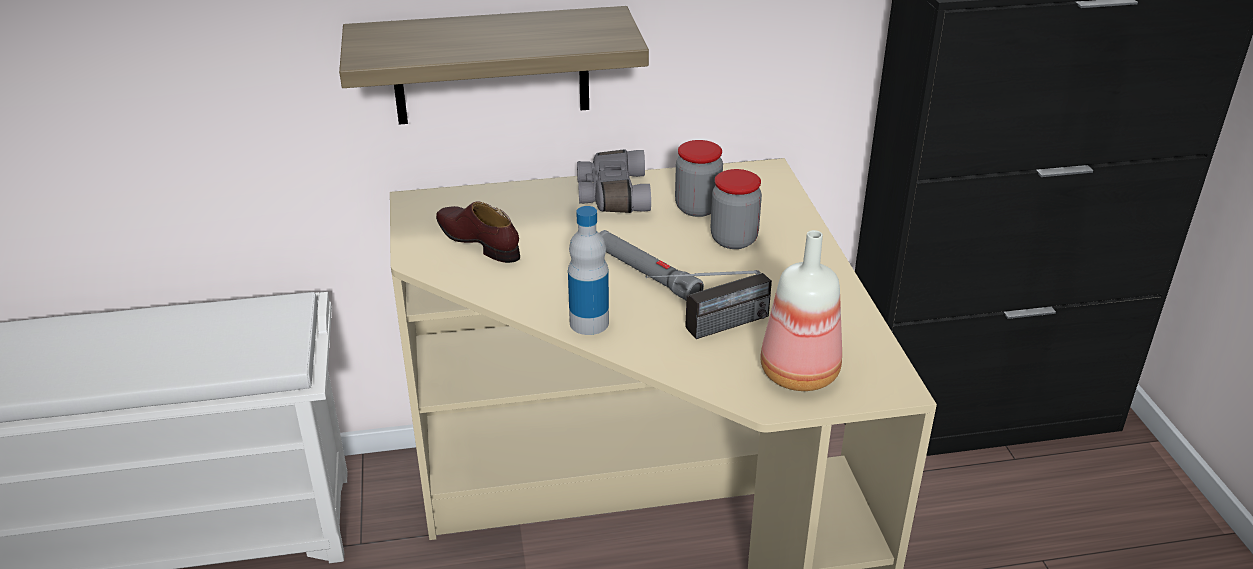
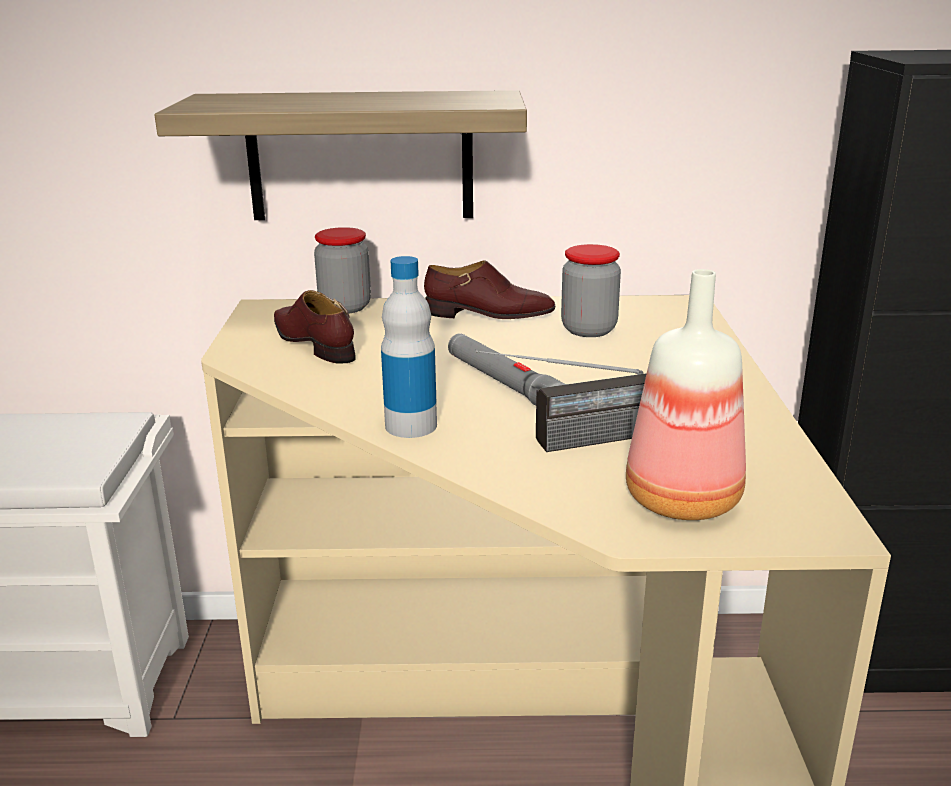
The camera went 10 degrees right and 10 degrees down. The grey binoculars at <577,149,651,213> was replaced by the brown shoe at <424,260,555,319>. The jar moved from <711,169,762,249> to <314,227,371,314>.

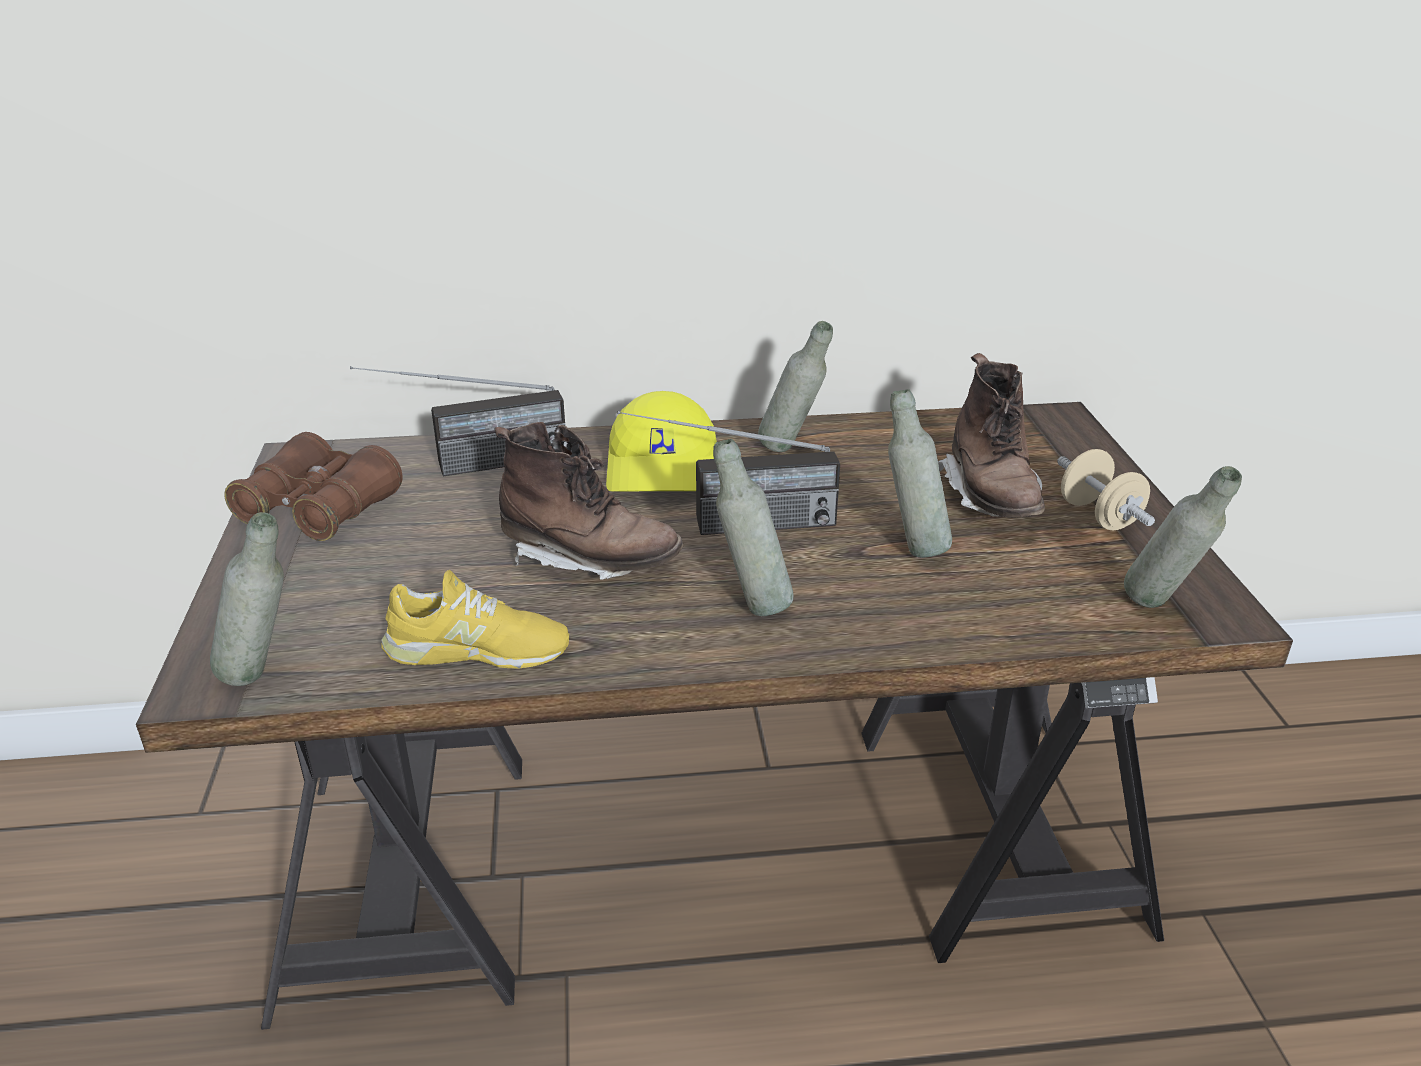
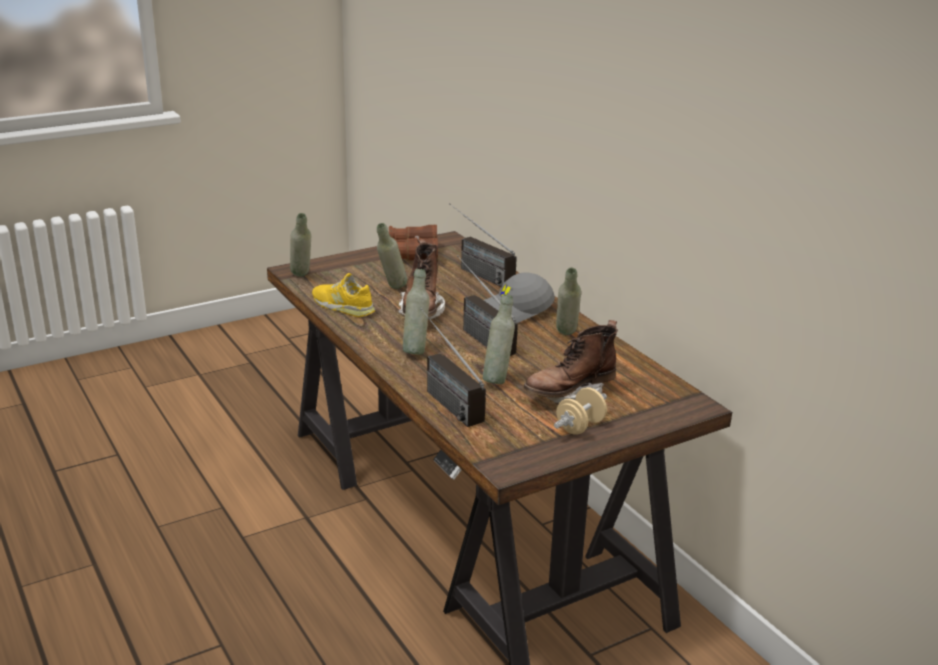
The camera went 65 degrees right and 5 degrees down. The yellow cap at <606,391,717,492> became the grey cap at <484,272,555,323>. The grey bottle moved from <1124,466,1242,608> to <377,223,407,289>. The yellow shoe at <381,570,569,668> turned 150 degrees clockwise. The radio at <421,308,486,427> appeared.

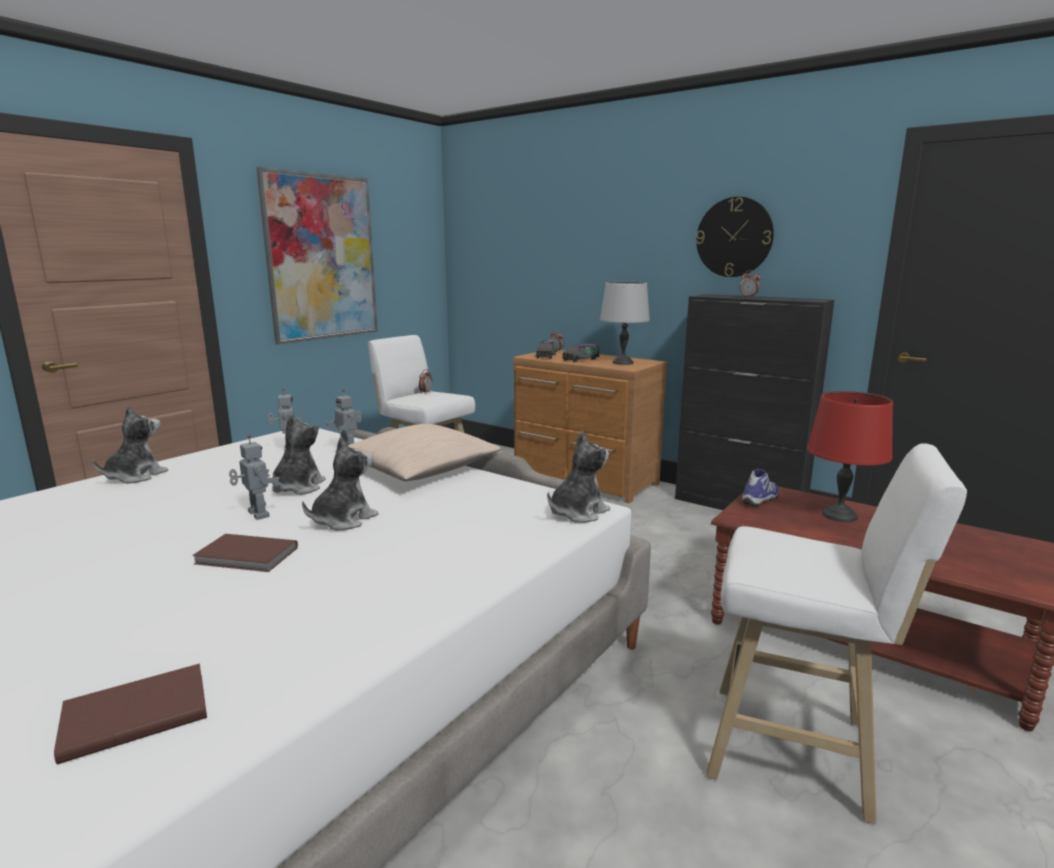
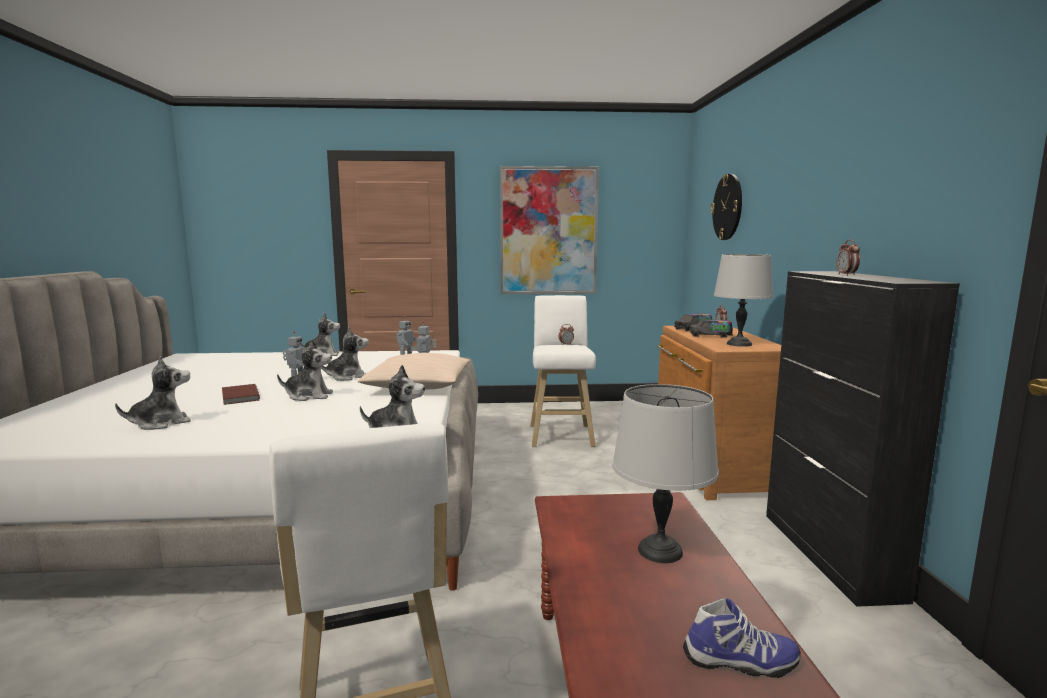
The camera went 50 degrees right and 5 degrees down. The wall clock moved from <696,197,774,277> to <711,174,742,240>. The red table lamp at <807,391,893,522> became the grey table lamp at <612,384,719,563>. The shoe moved from <742,469,779,507> to <683,598,801,678>. The brown book at <54,664,207,764> disappeared. The plush toy at <115,356,191,430> appeared.

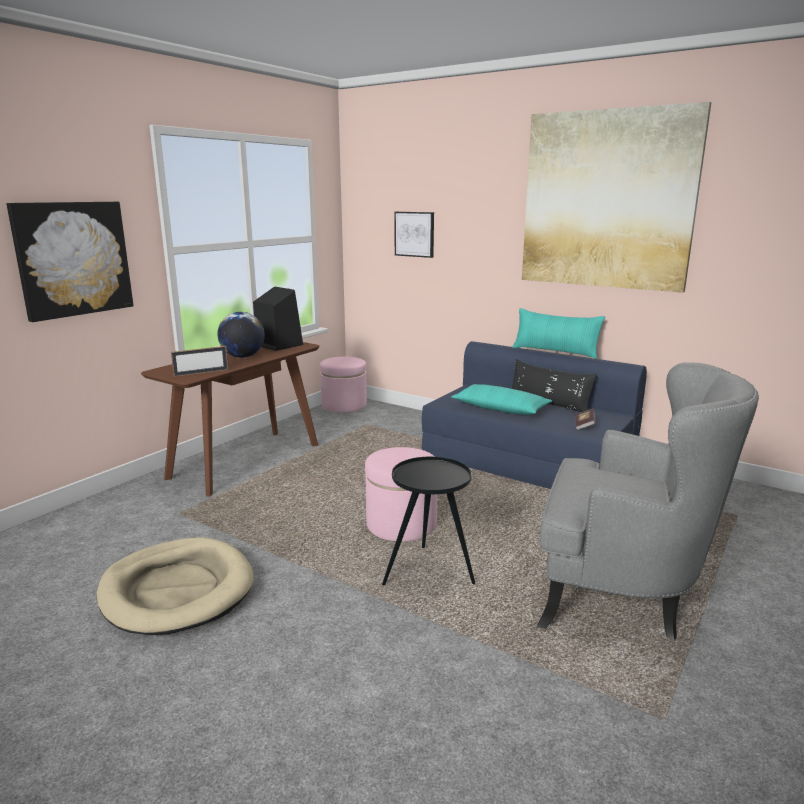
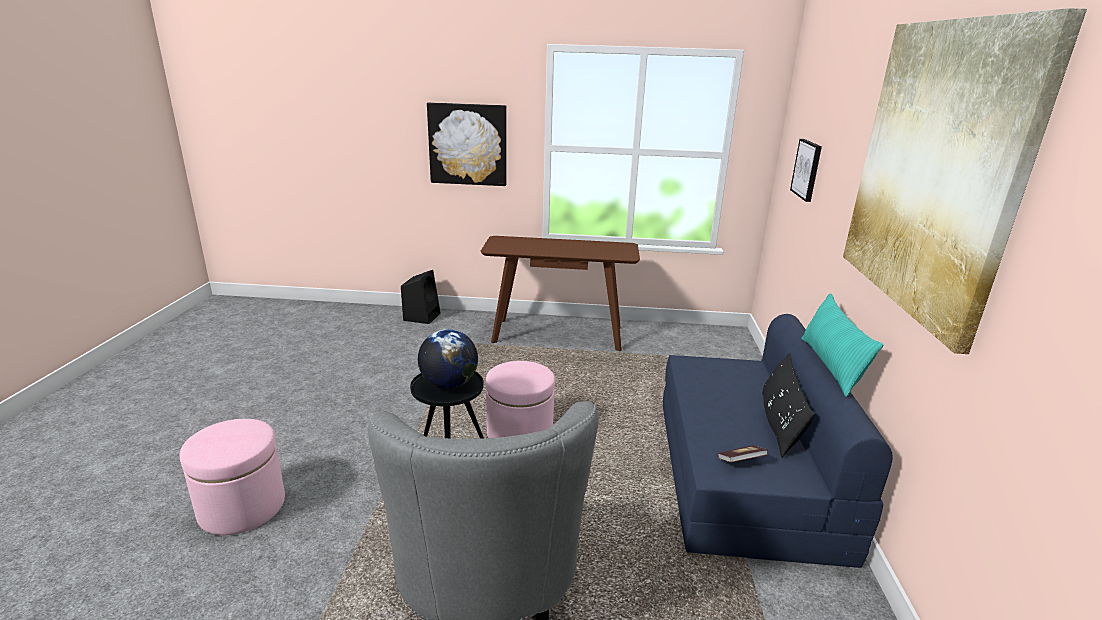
The camera went 60 degrees right and 5 degrees up. The black speaker moved from <253,286,303,351> to <401,270,441,324>. The globe moved from <217,312,265,358> to <418,329,478,389>. The picture frame at <171,346,228,377> disappeared. The pink ottoman moved from <320,357,367,412> to <180,419,285,535>. The turquoise pillow at <451,384,552,415> disappeared. The beige dog bed at <96,537,254,635> disappeared.

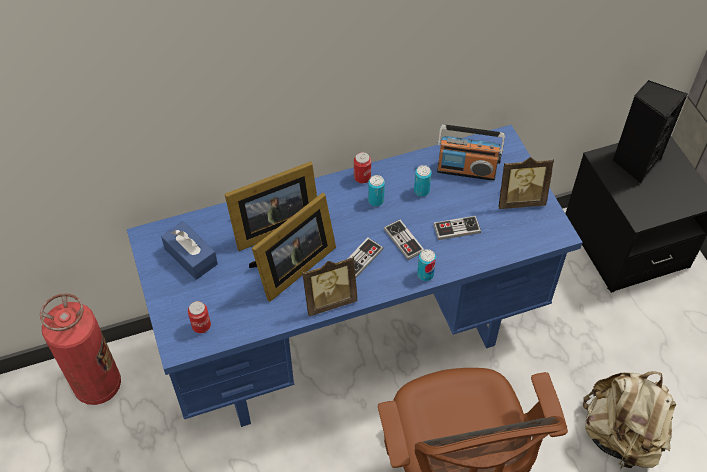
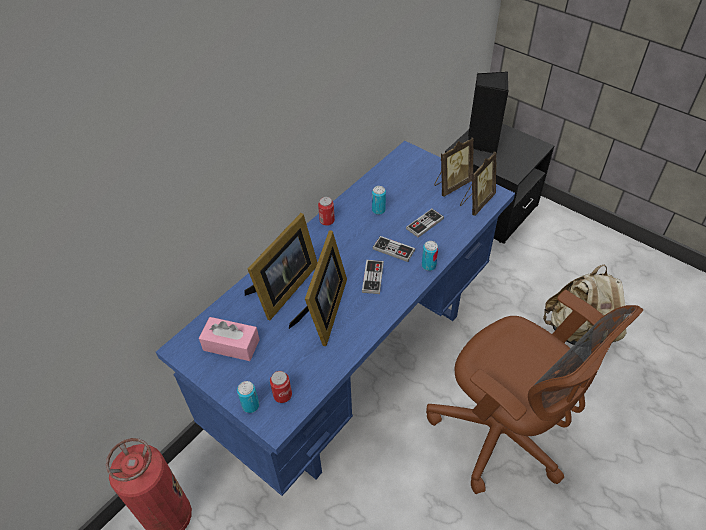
The camera went 30 degrees left and 5 degrees down. The radio at <437,124,505,181> disappeared. The can moved from <368,175,385,206> to <237,381,259,413>. The blue tissue box at <161,221,218,280> became the pink tissue box at <199,317,260,361>. The picture frame moved from <302,256,357,316> to <460,152,497,216>.

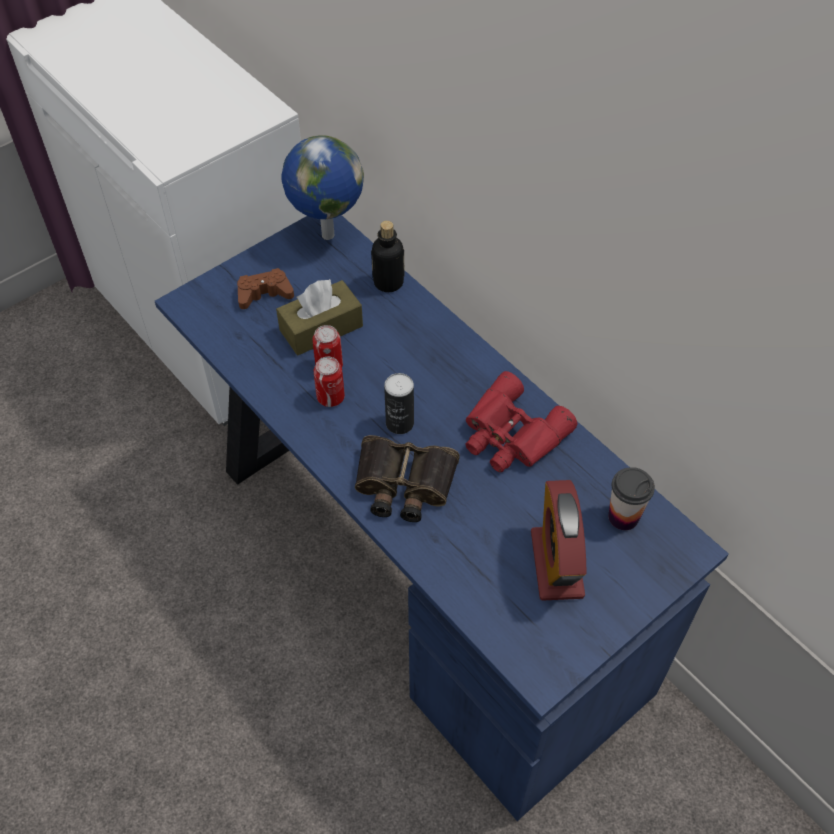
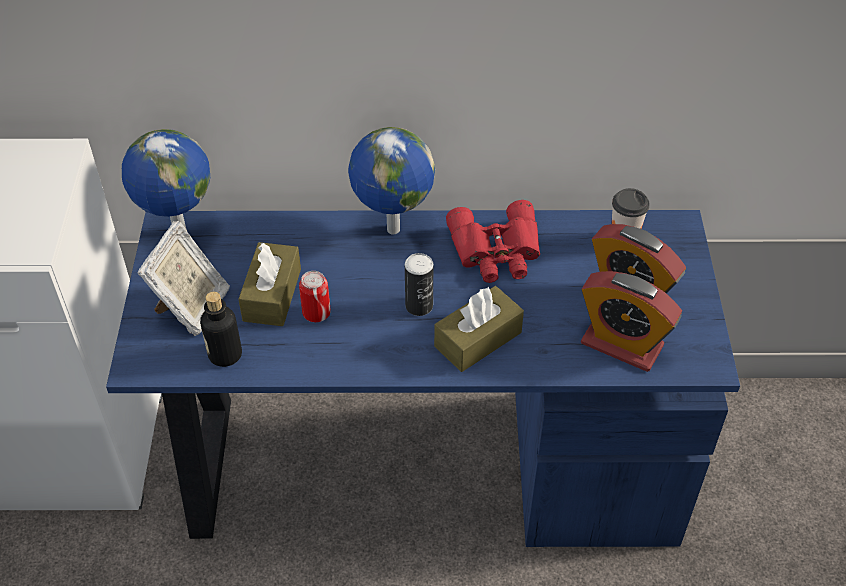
The camera went 50 degrees left and 5 degrees down. The bottle moved from <371,221,405,292> to <200,292,242,367>. The brown game controller at <237,268,294,309> was replaced by the picture frame at <137,221,230,336>. The can at <314,357,345,407> disappeared. The binoculars at <355,435,460,522> was replaced by the brown tissue box at <434,286,524,372>. The globe at <348,127,435,235> appeared. The alarm clock at <581,271,682,372> appeared.

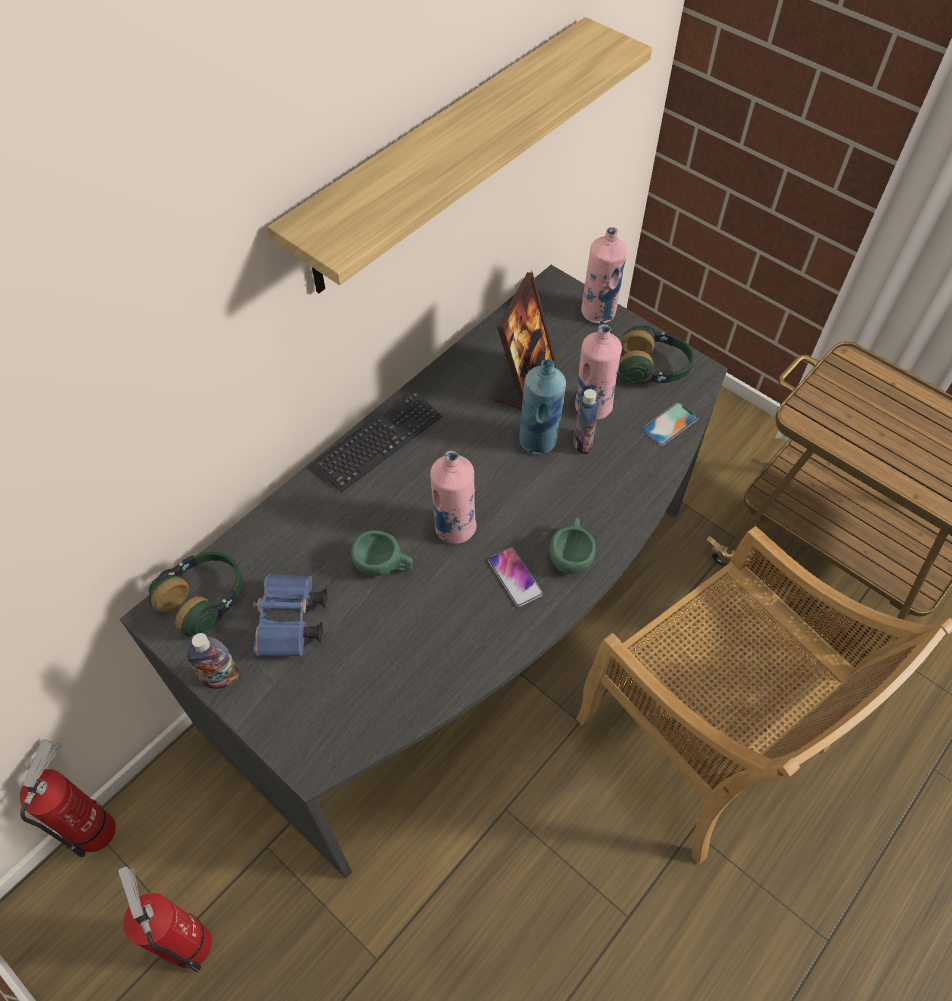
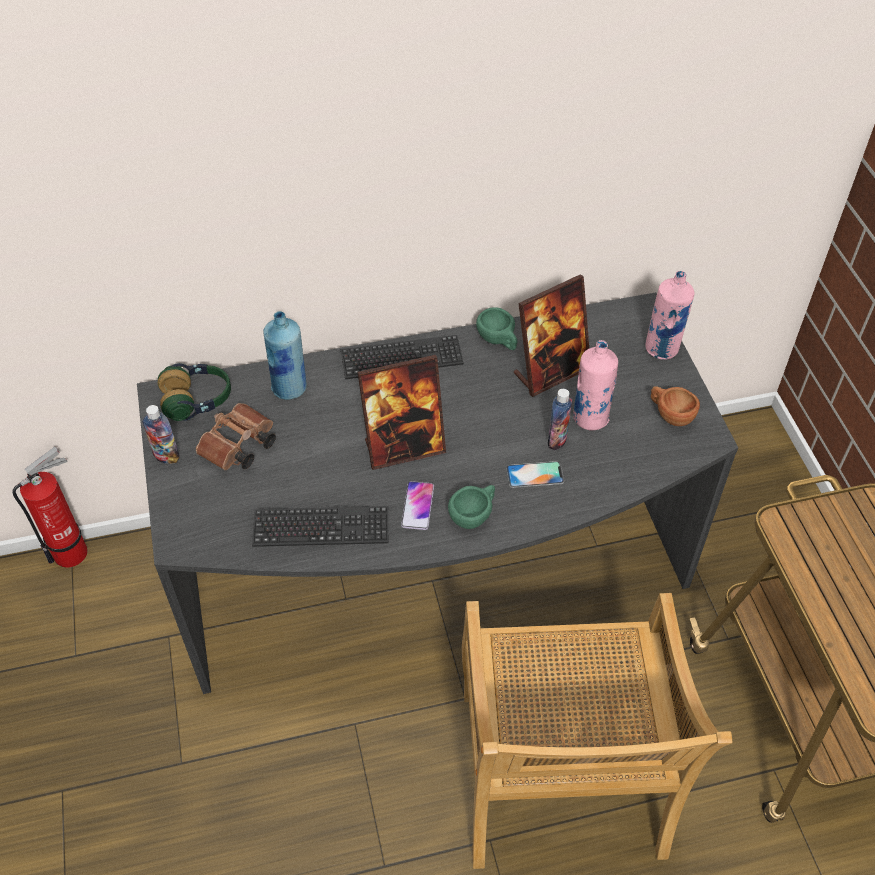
The camera went 35 degrees right and 5 degrees down. The shelf at <267,17,652,293> disappeared. The headphones at <619,326,694,385> was replaced by the brown cup at <651,386,700,426>. The blue bottle moved from <519,359,566,454> to <263,311,307,400>. The phone moved from <642,402,698,446> to <506,461,564,488>. The pink bottle at <430,451,477,544> was replaced by the picture frame at <357,355,446,470>. The green cup moved from <351,530,413,576> to <476,307,517,350>. The blue binoculars at <253,574,327,657> became the brown binoculars at <196,403,276,470>. The fire extinguisher at <118,866,212,972> disappeared. The keyboard at <252,506,388,547> appeared.

